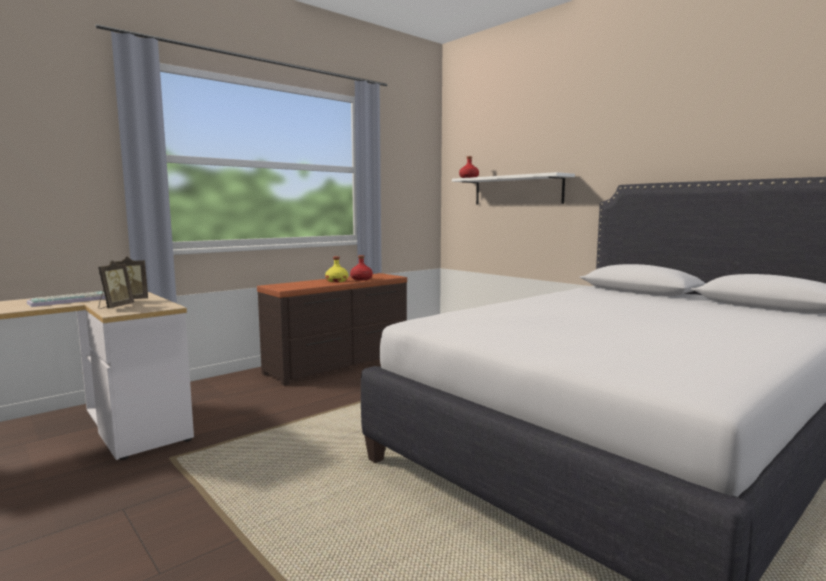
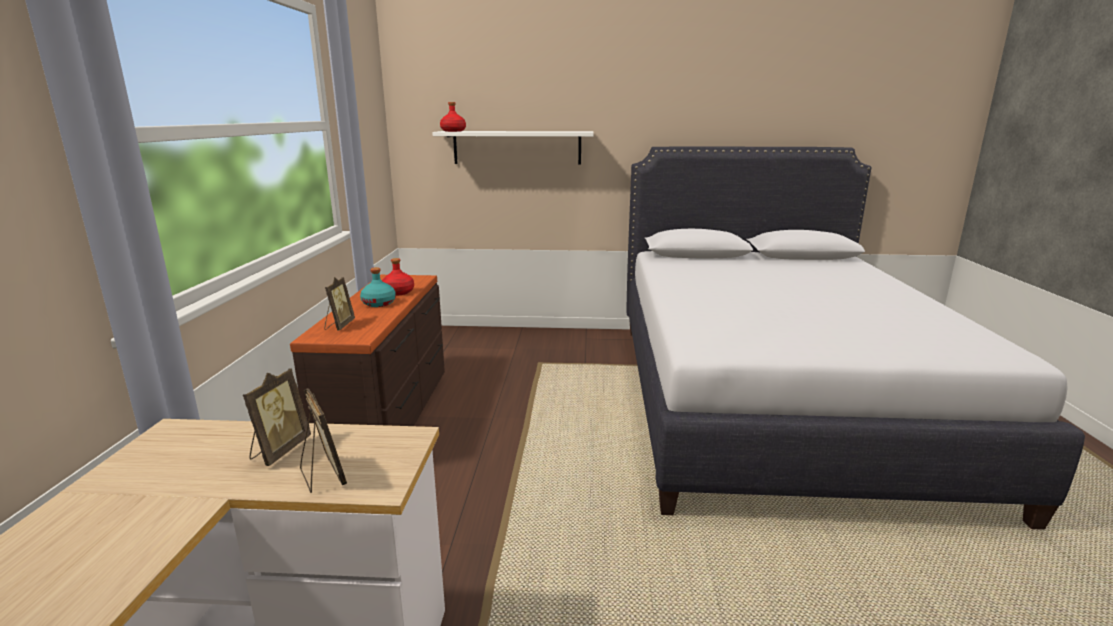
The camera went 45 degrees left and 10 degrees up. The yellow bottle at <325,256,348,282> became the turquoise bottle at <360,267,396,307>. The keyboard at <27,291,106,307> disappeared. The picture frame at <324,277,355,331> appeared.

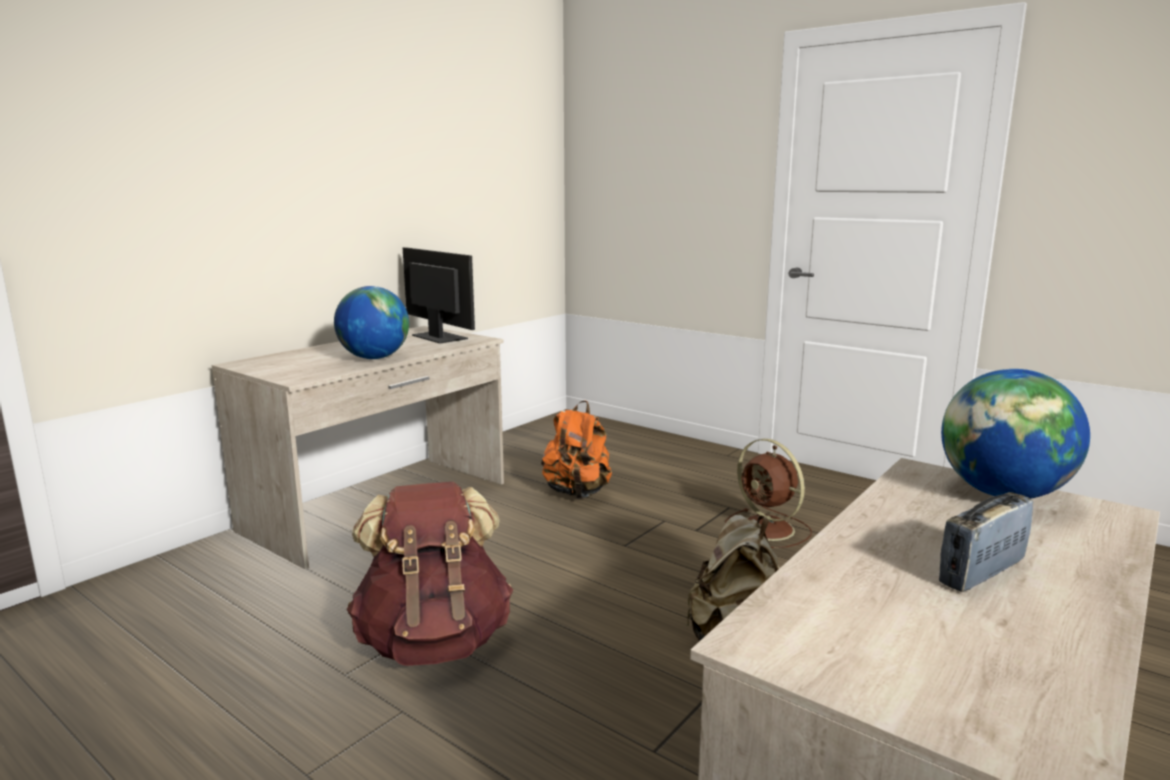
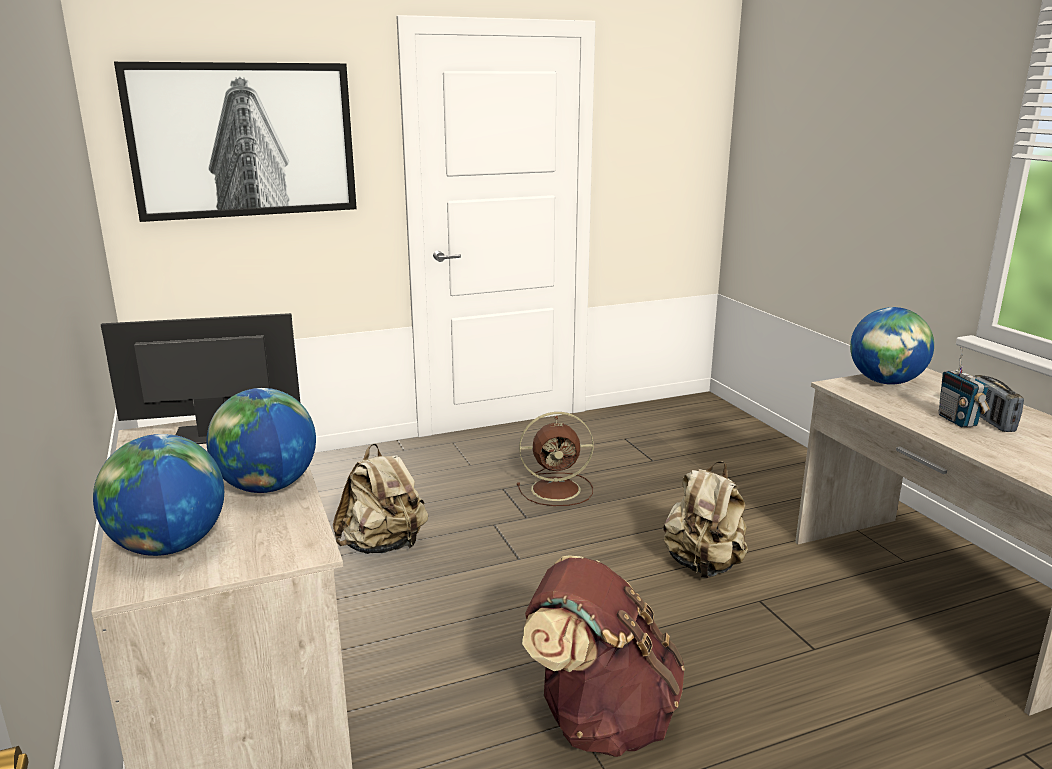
The camera went 60 degrees left and 5 degrees up. The orange backpack at <541,400,612,499> became the beige backpack at <333,444,428,554>. The picture at <114,62,357,222> appeared. The radio at <938,347,990,428> appeared. The globe at <93,434,224,556> appeared.

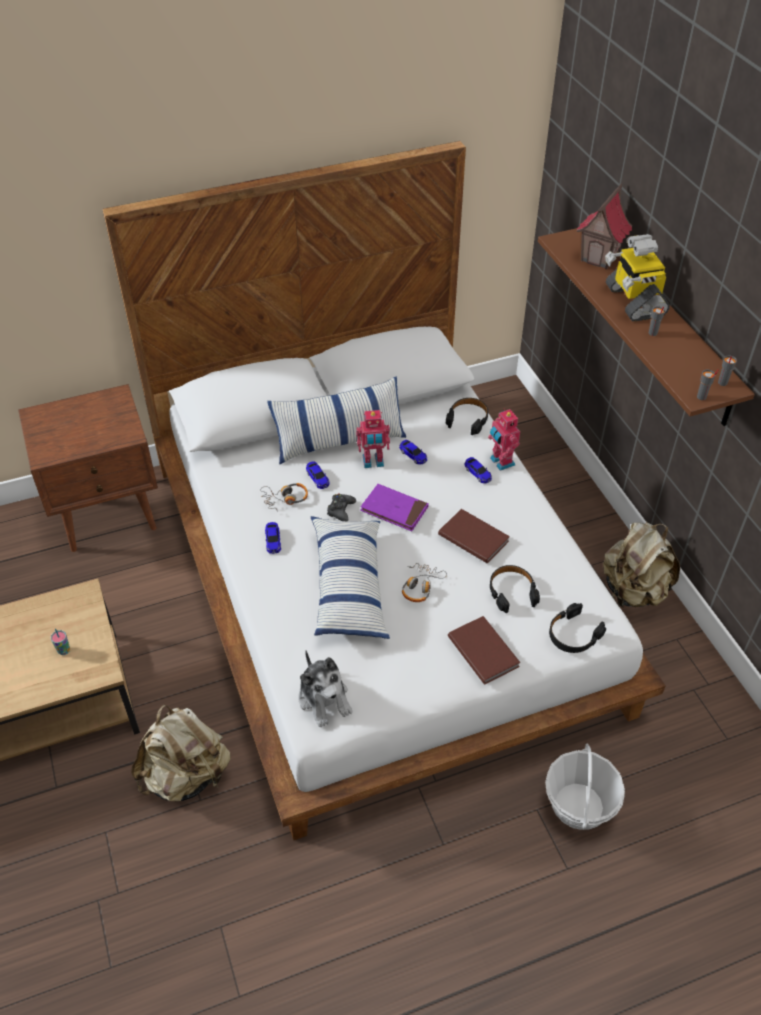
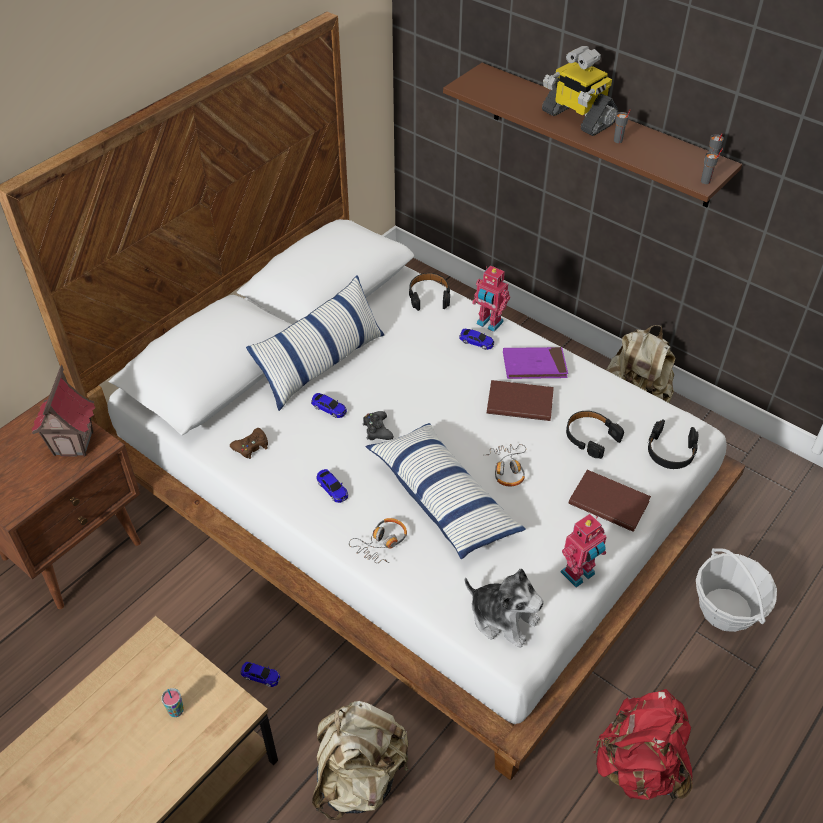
The camera went 30 degrees left and 0 degrees up. The toy house moved from <577,183,633,269> to <32,365,95,457>. The toy robot moved from <356,410,390,468> to <560,514,607,587>. The toy car moved from <399,440,427,465> to <241,662,280,687>. The headphones moved from <260,483,308,512> to <349,518,407,563>. The purple book moved from <360,484,429,531> to <503,347,568,379>. The brown game controller at <230,428,268,459> appeared. The red backpack at <594,689,693,800> appeared.

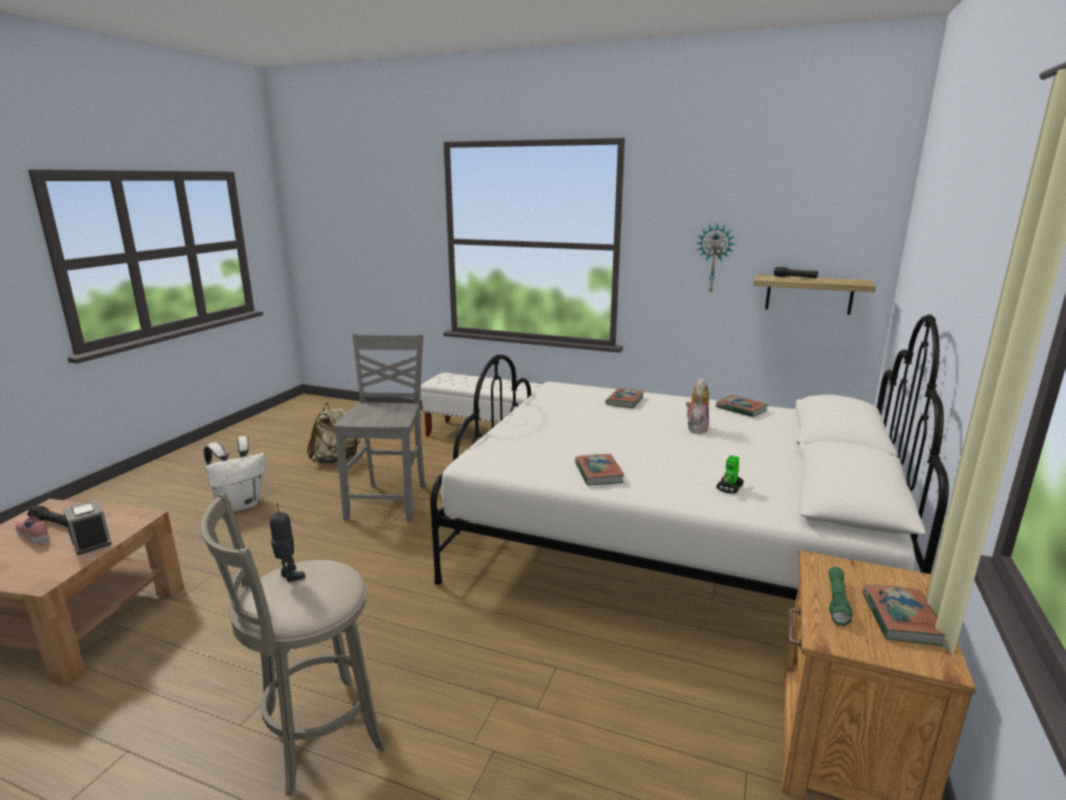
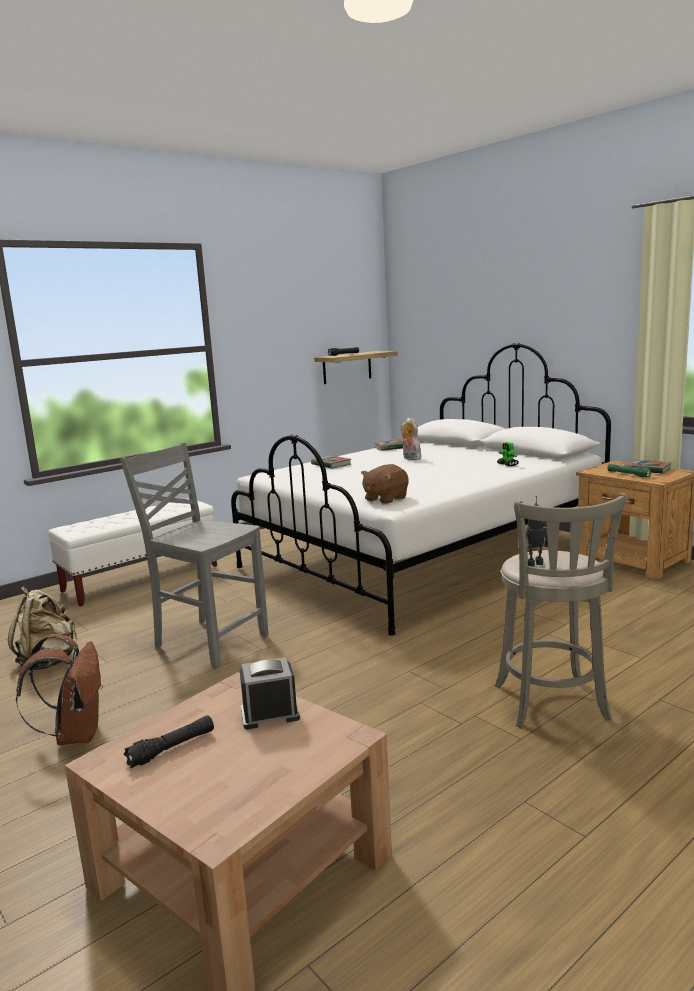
The camera went 60 degrees left and 5 degrees down. The wall clock at <696,223,735,294> disappeared. The white backpack at <204,436,266,513> became the brown backpack at <16,634,103,745>. The book at <575,454,625,486> disappeared. The pink shoe at <15,516,49,544> disappeared. The brown plush toy at <361,464,409,504> appeared.

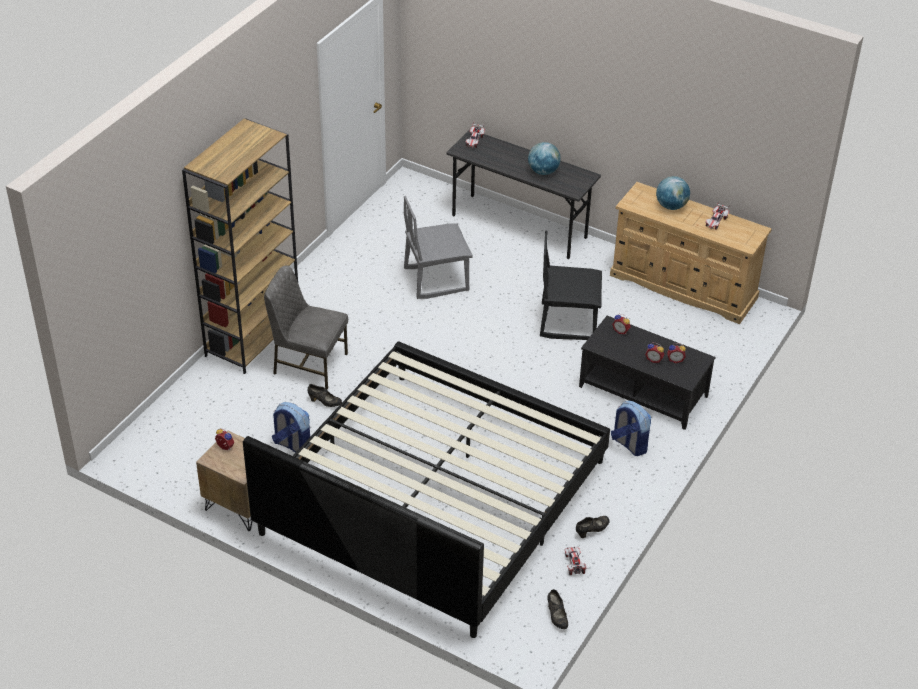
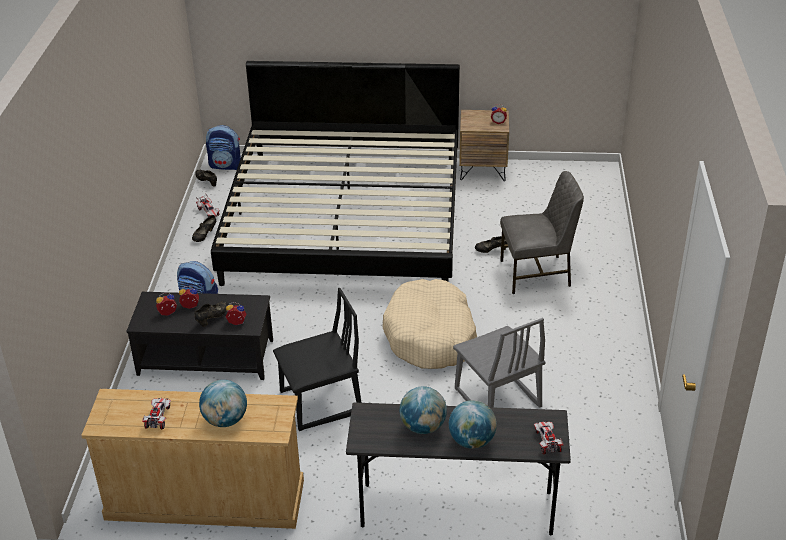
The camera went 155 degrees right and 5 degrees down. The brown bookcase at <182,118,298,374> disappeared. The grey chair at <404,196,473,299> turned 105 degrees clockwise. The backpack moved from <272,402,310,452> to <206,125,241,170>. The beige dog bed at <383,279,477,369> appeared. The black shoe at <194,301,228,327> appeared. The globe at <449,400,497,449> appeared.

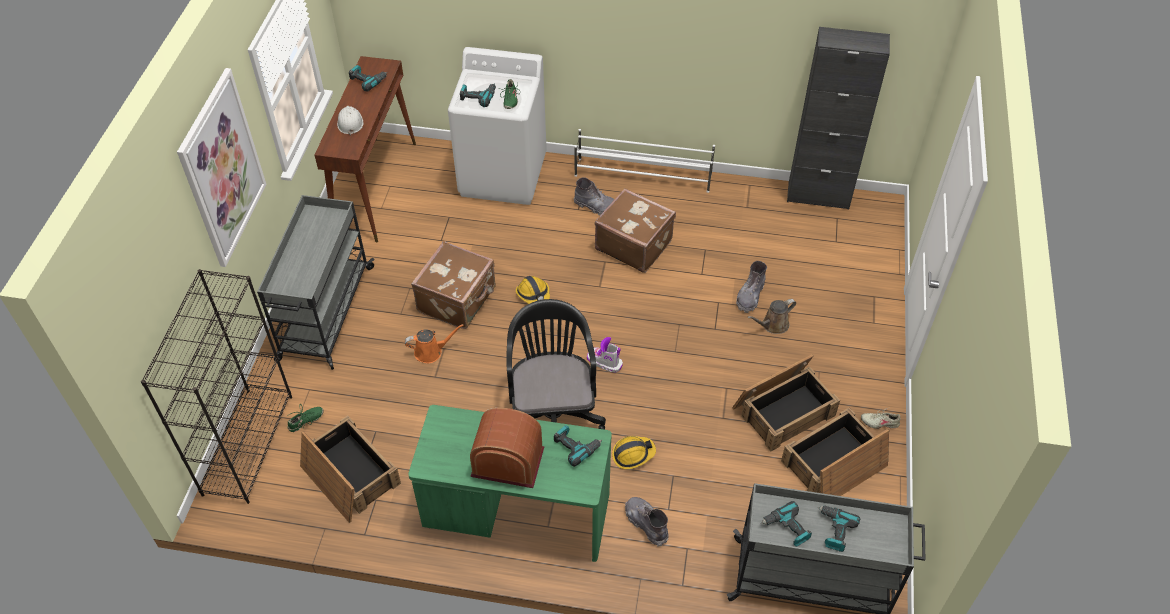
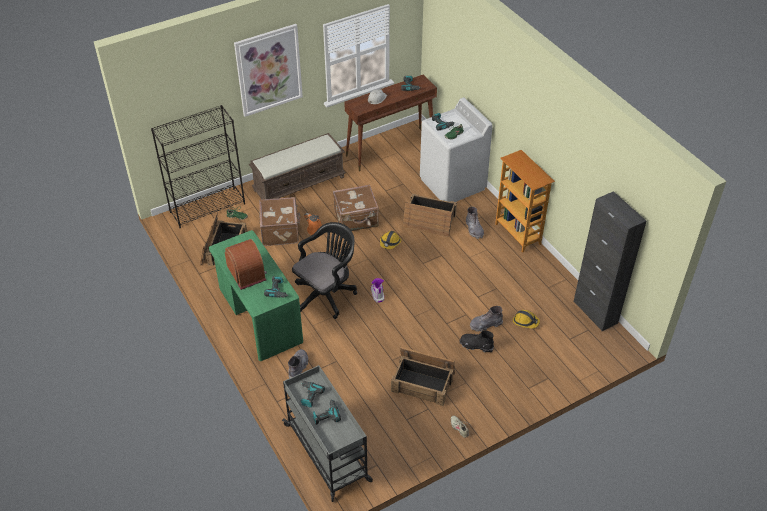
The camera went 50 degrees right and 5 degrees down. The white shoe rack at <574,129,715,193> was replaced by the bookcase at <495,150,555,253>. The brown suitcase moved from <595,188,676,273> to <259,197,301,246>. The grey cart at <257,195,375,370> was replaced by the brown bench at <249,133,346,199>. The brown watering can at <748,299,796,334> was replaced by the black boot at <459,330,494,353>. The crate moved from <781,408,889,496> to <403,193,457,237>. The hard hat moved from <612,436,656,469> to <513,310,540,329>.

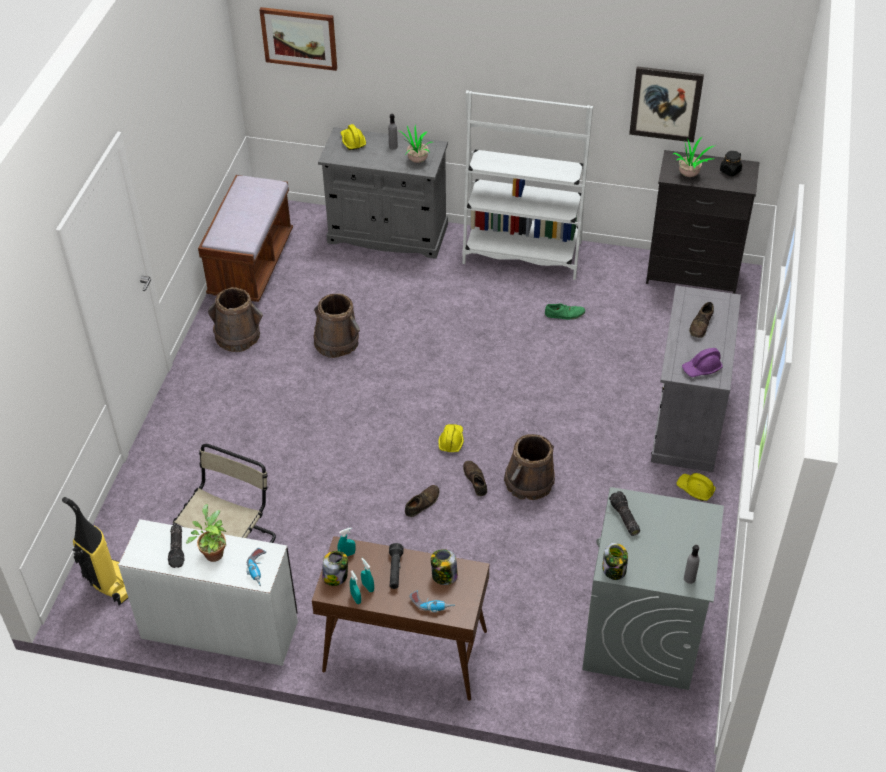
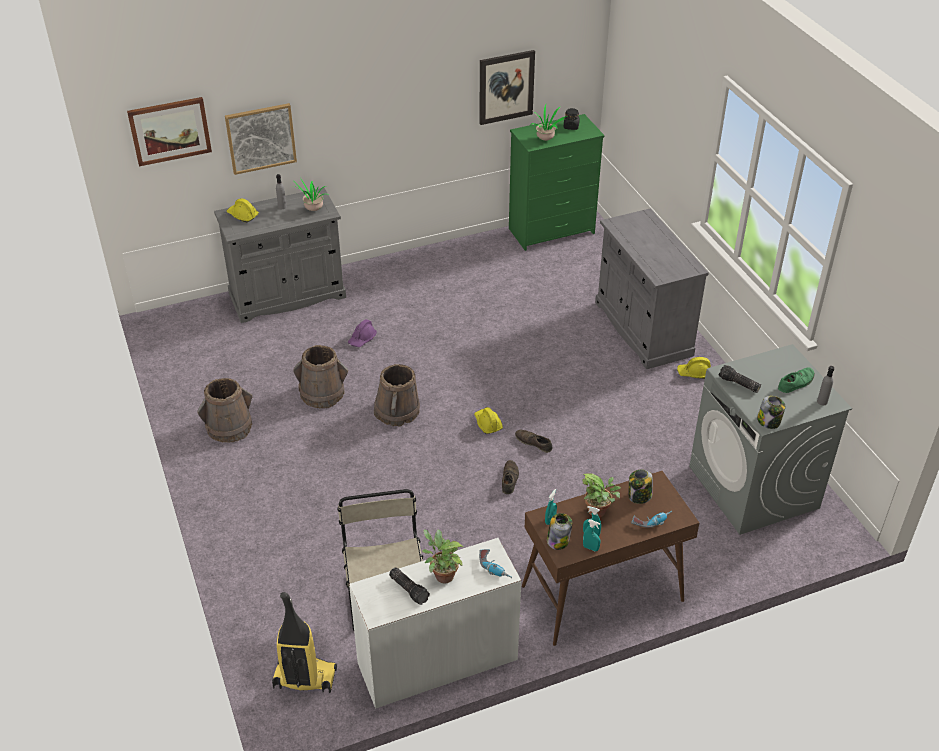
The camera went 35 degrees left and 5 degrees down. The white bookcase at <462,90,593,280> disappeared. The black dresser at <646,150,759,294> became the green dresser at <509,114,604,251>. The brown bench at <198,175,293,302> disappeared. The brown shoe at <689,302,714,338> disappeared. The green shoe moved from <545,303,585,320> to <778,367,815,393>. The purple hard hat moved from <682,348,723,377> to <348,319,377,347>. The brown bucket moved from <504,434,555,500> to <374,364,420,427>. The black flashlight at <389,543,404,589> was replaced by the potted plant at <582,473,621,517>. The picture at <225,103,297,175> appeared.

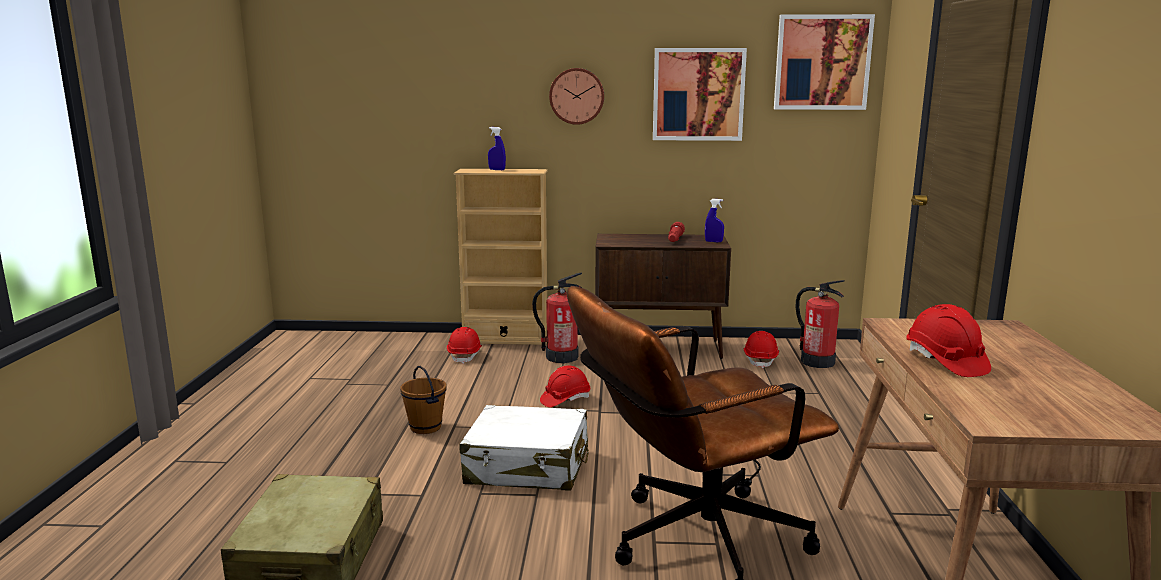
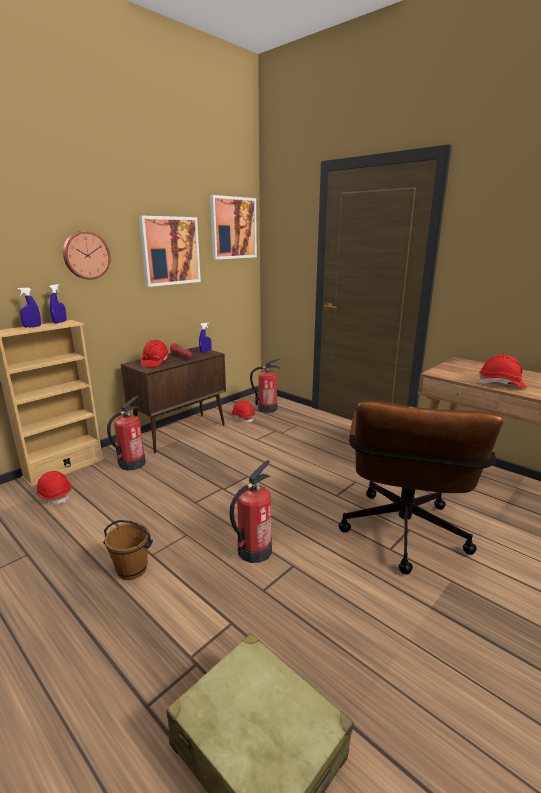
The camera went 50 degrees left and 5 degrees up. The red hard hat moved from <540,365,590,407> to <141,340,169,367>. The white suitcase at <459,405,589,491> was replaced by the fire extinguisher at <230,460,272,563>. The blue spray bottle at <49,284,67,323> appeared.

